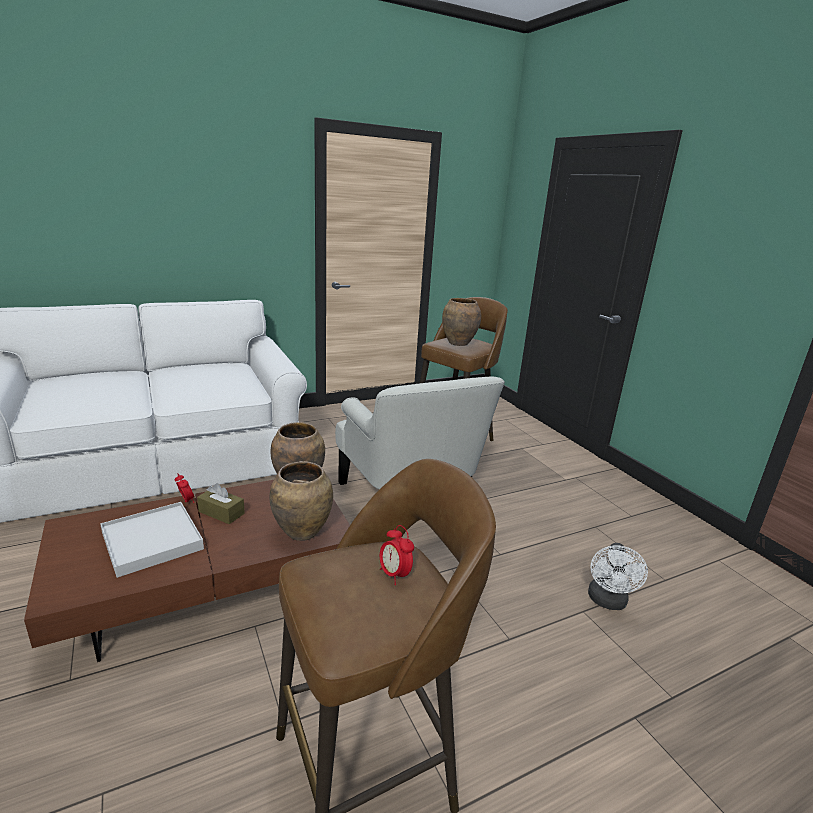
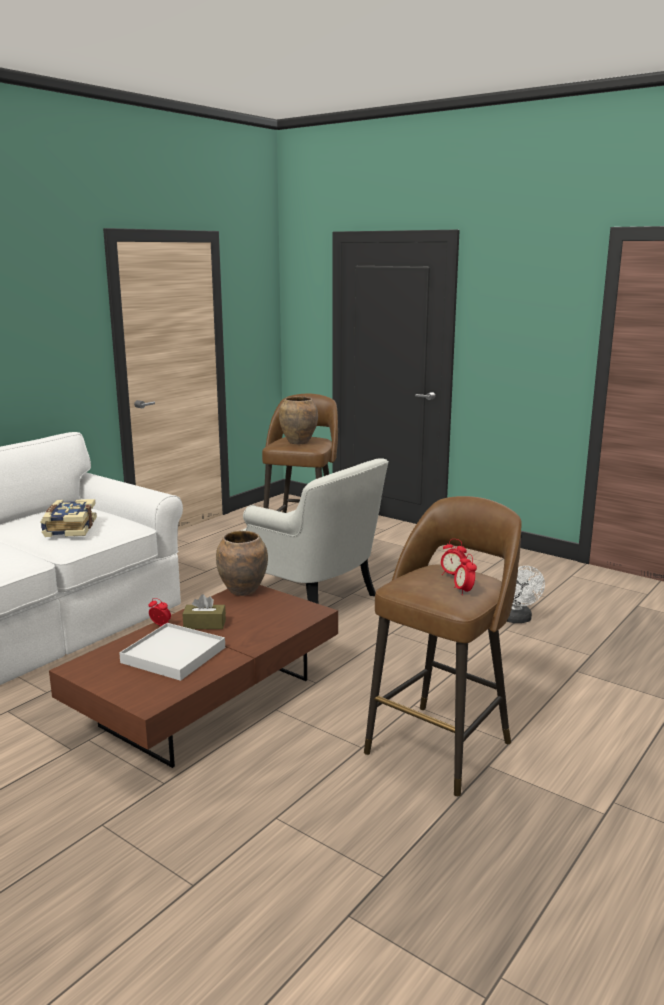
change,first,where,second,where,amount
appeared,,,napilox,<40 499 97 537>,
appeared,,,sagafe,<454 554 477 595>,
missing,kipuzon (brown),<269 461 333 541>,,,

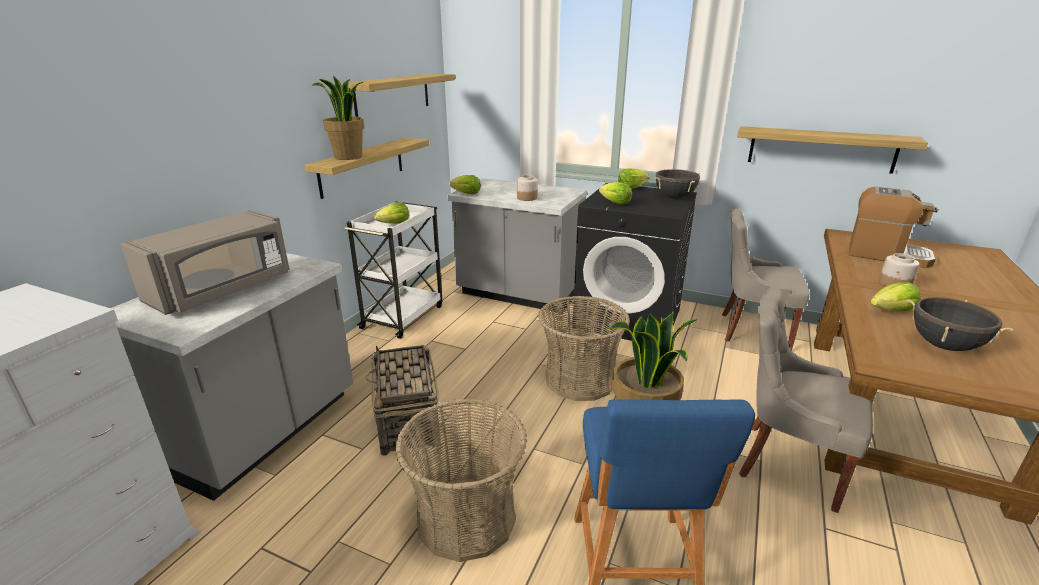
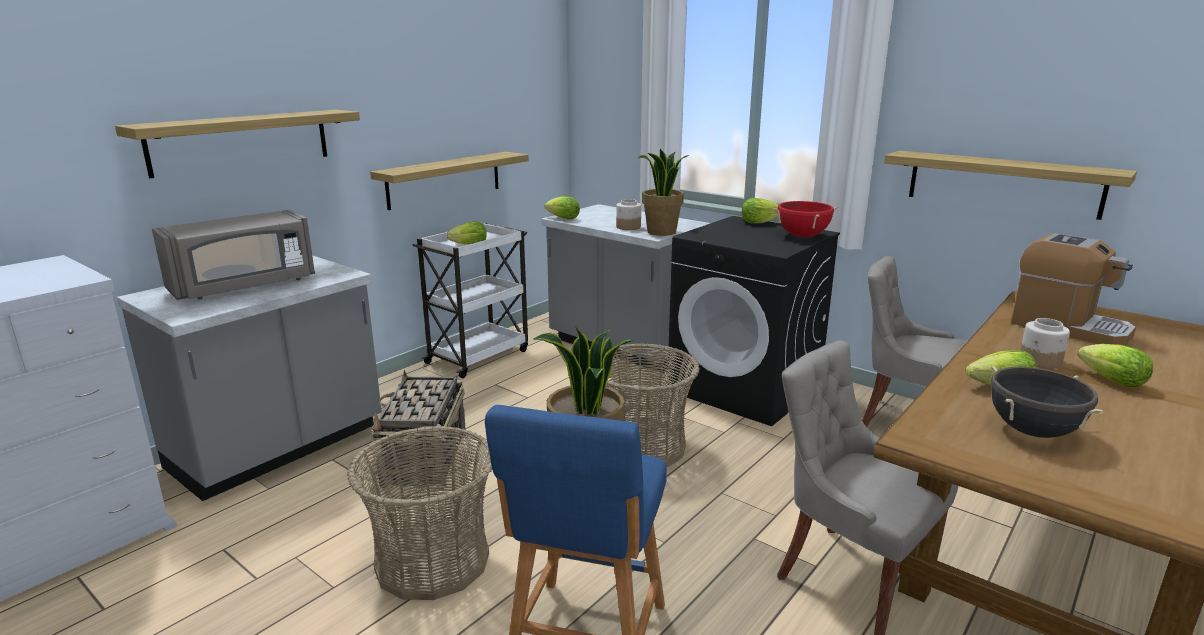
change,first,where,second,where,amount
relocated,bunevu,<342 74 455 117>,,<115 110 360 178>,
relocated,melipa,<311 76 364 160>,,<638 149 689 236>,
colour,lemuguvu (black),<655 169 700 199>,lemuguvu (red),<773 201 839 237>,
relocated,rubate,<599 182 632 205>,,<1078 344 1153 387>,

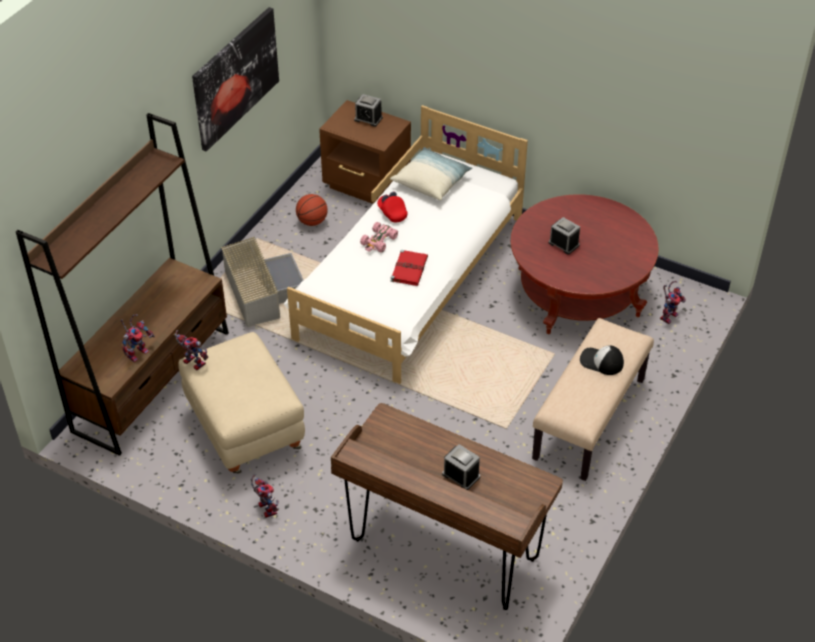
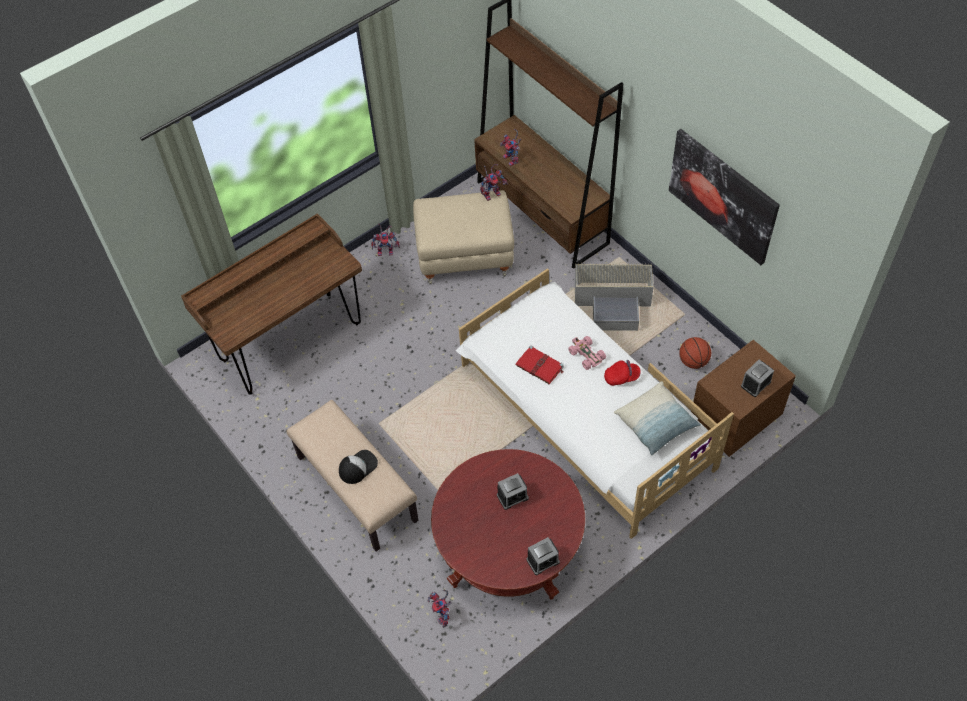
change,first,where,second,where,amount
relocated,sagafe,<442 444 480 490>,,<527 537 560 575>,

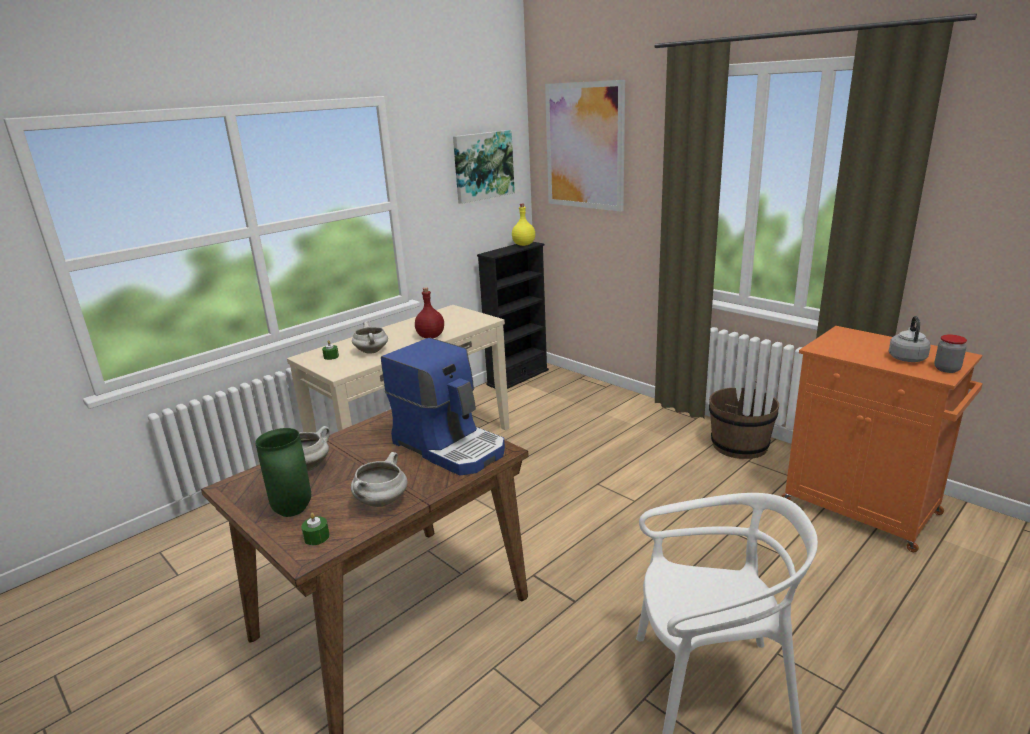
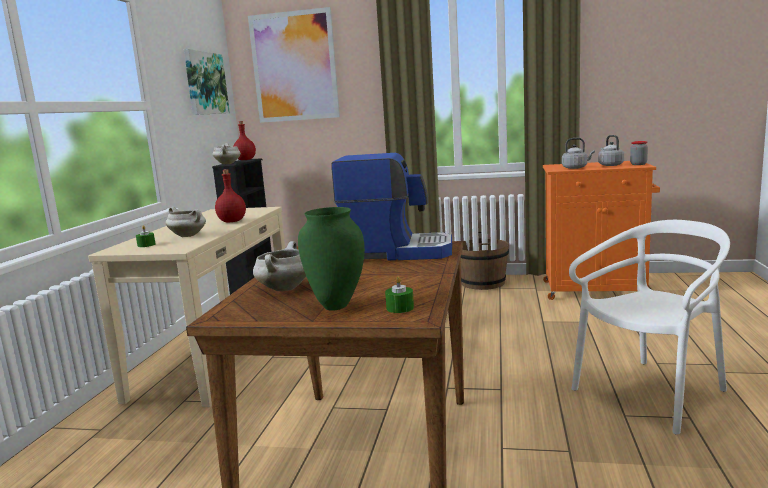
change,first,where,second,where,amount
relocated,lemuguvu (white),<351 452 408 507>,,<212 143 241 164>,
colour,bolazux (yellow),<512 204 535 246>,bolazux (red),<233 121 256 160>,
appeared,,,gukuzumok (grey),<562 138 595 169>,

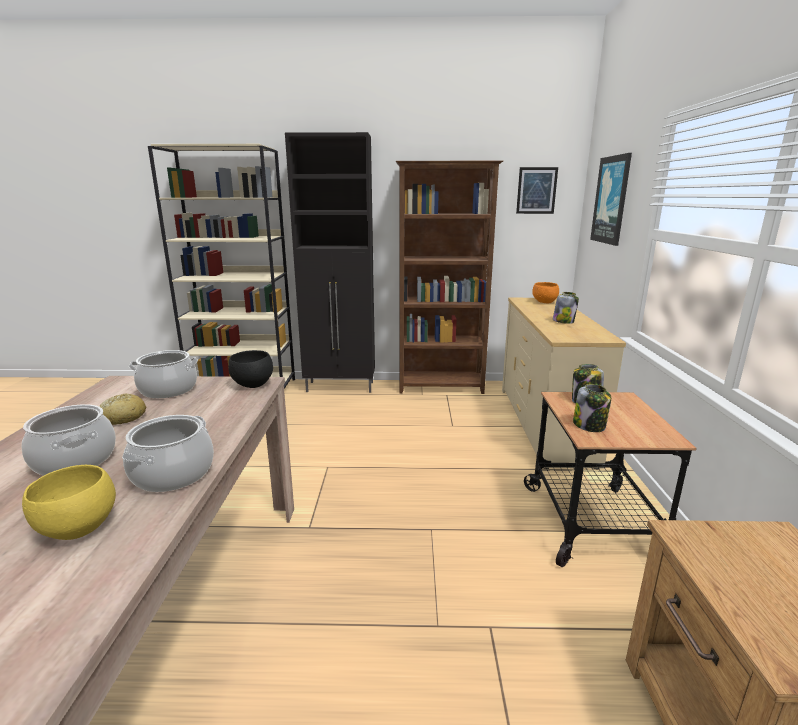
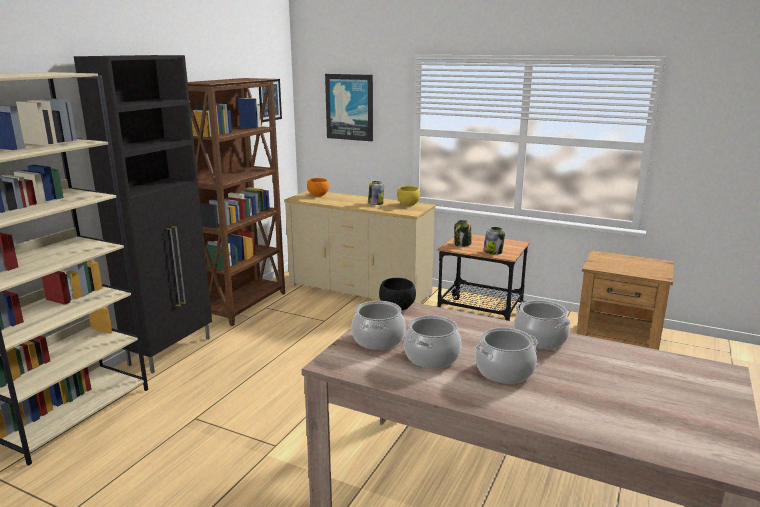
change,first,where,second,where,amount
relocated,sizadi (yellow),<22 465 116 540>,,<397 186 420 206>,
exchanged,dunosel,<99 394 146 425>,lemuguvu,<404 315 461 368>,

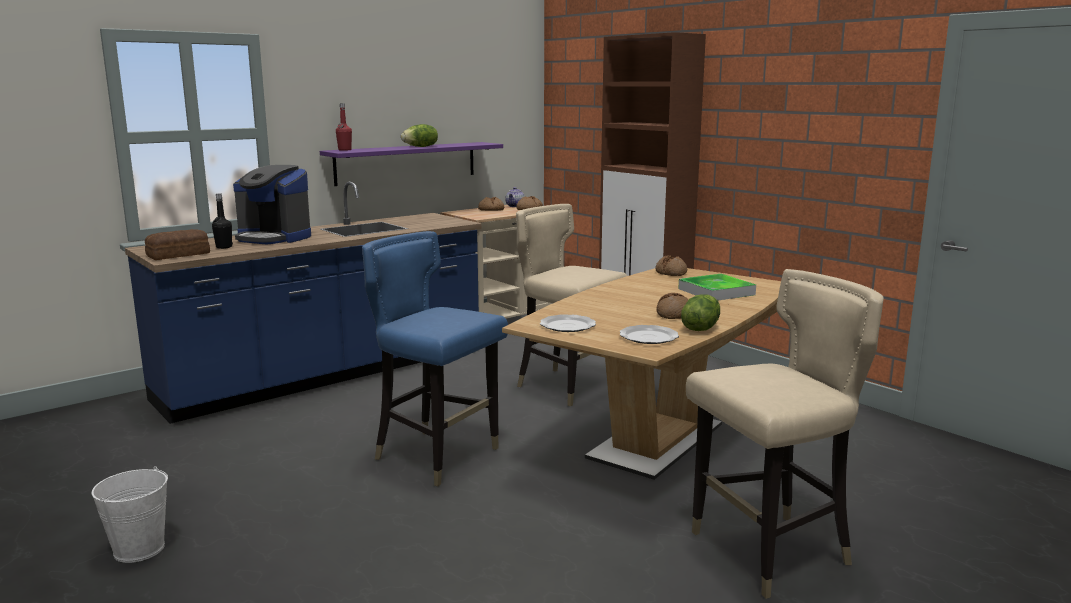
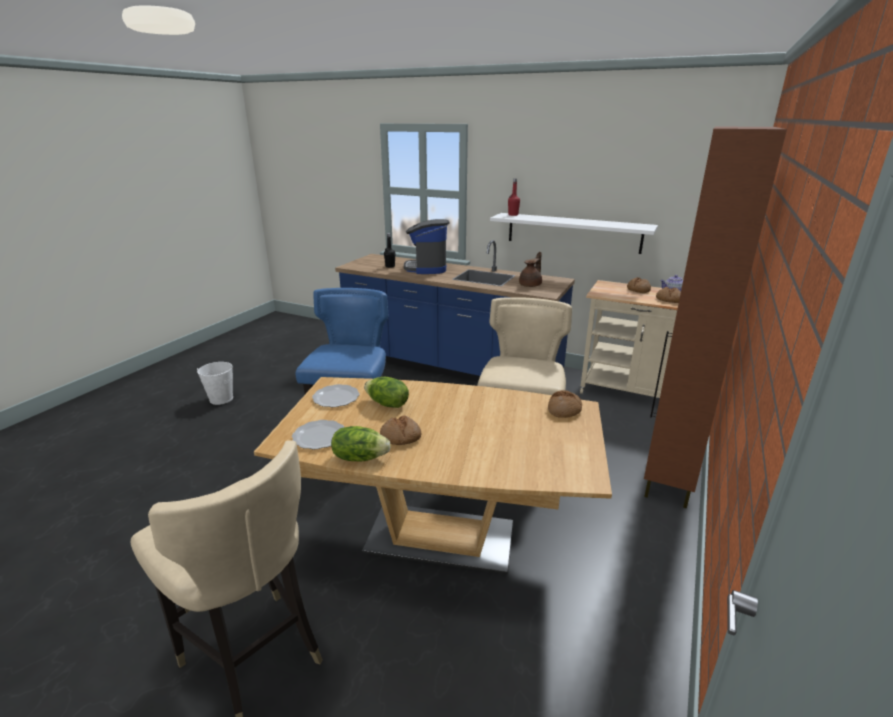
change,first,where,second,where,amount
relocated,rubate,<401 124 438 147>,,<364 377 409 408>,
colour,bunevu (purple),<320 142 503 186>,bunevu (white),<490 213 658 254>,
appeared,,,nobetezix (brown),<519 252 542 287>,
missing,dunosel,<145 229 210 260>,,,
missing,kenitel,<678 274 756 300>,,,

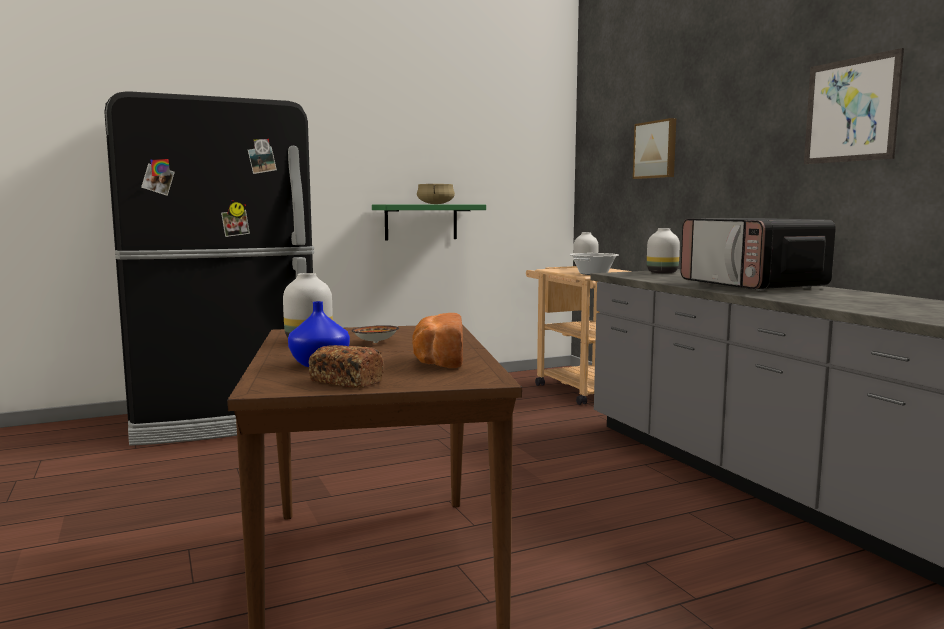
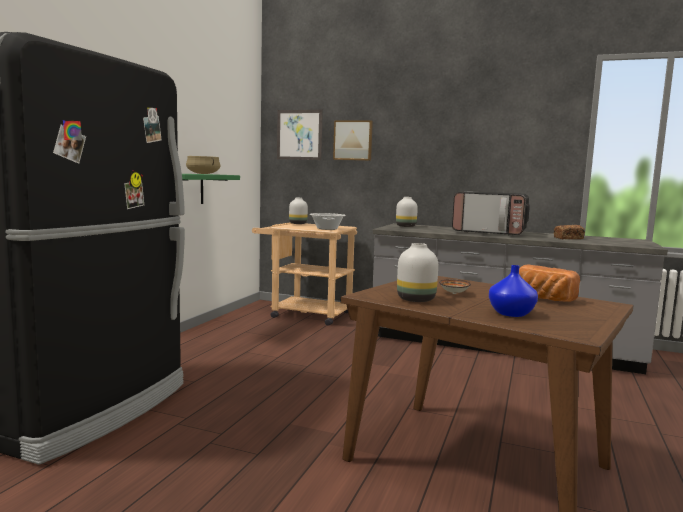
change,first,where,second,where,amount
relocated,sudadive,<804 48 904 164>,,<277 110 323 160>,
relocated,dunosel,<309 345 384 388>,,<554 225 585 239>,

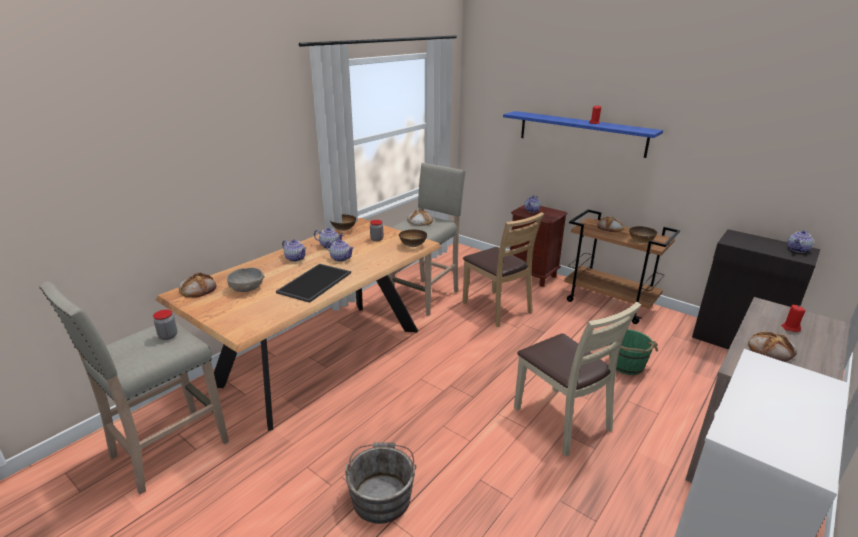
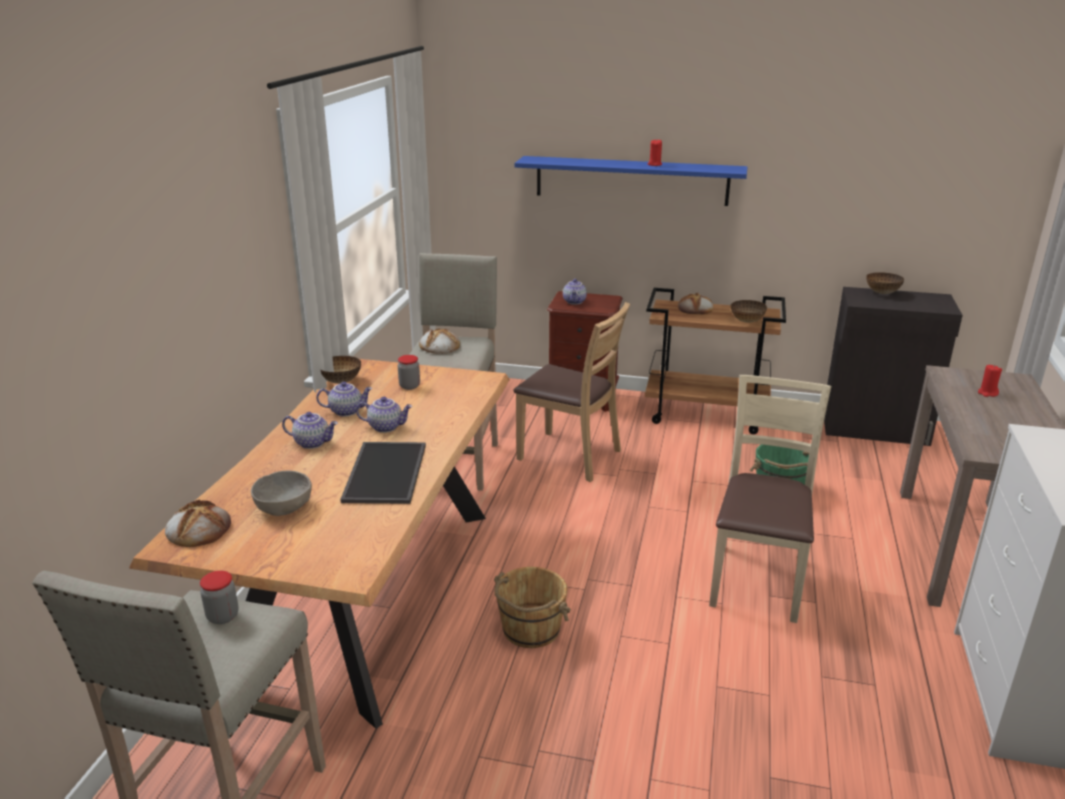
change,first,where,second,where,amount
appeared,,,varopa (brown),<494 567 571 648>,
spun,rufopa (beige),<514 302 641 457>,,<709 375 832 623>,105 degrees counterclockwise
relocated,sizadi,<398 229 427 247>,,<866 272 904 294>,
missing,varopa (grey),<345 442 416 524>,,,
missing,dunosel,<748 332 797 362>,,,
missing,nobetezix,<787 230 814 253>,,,

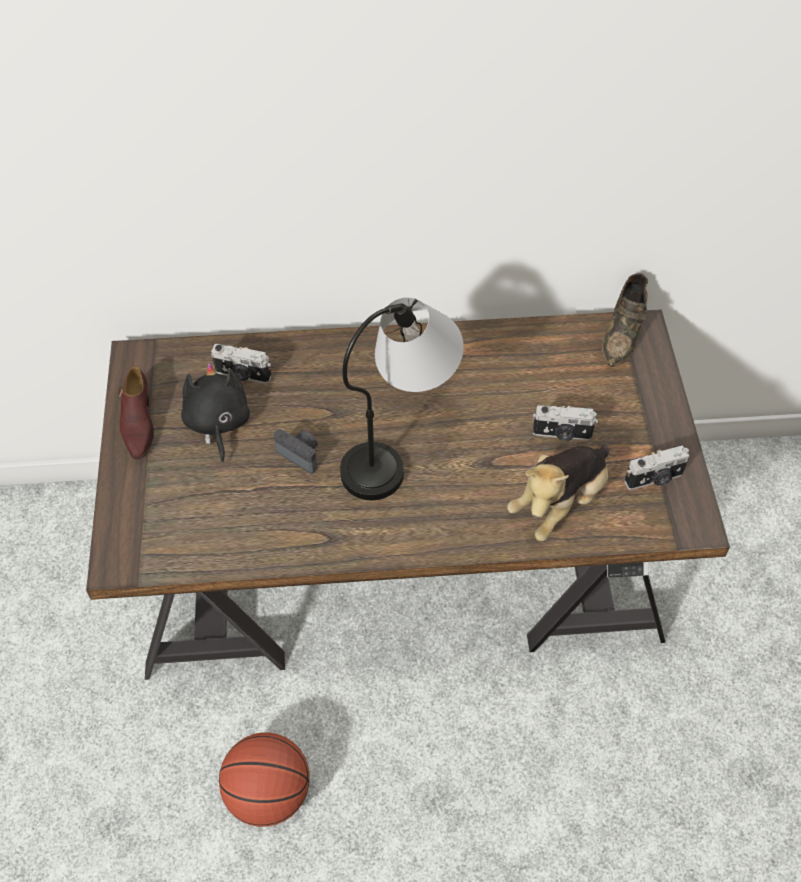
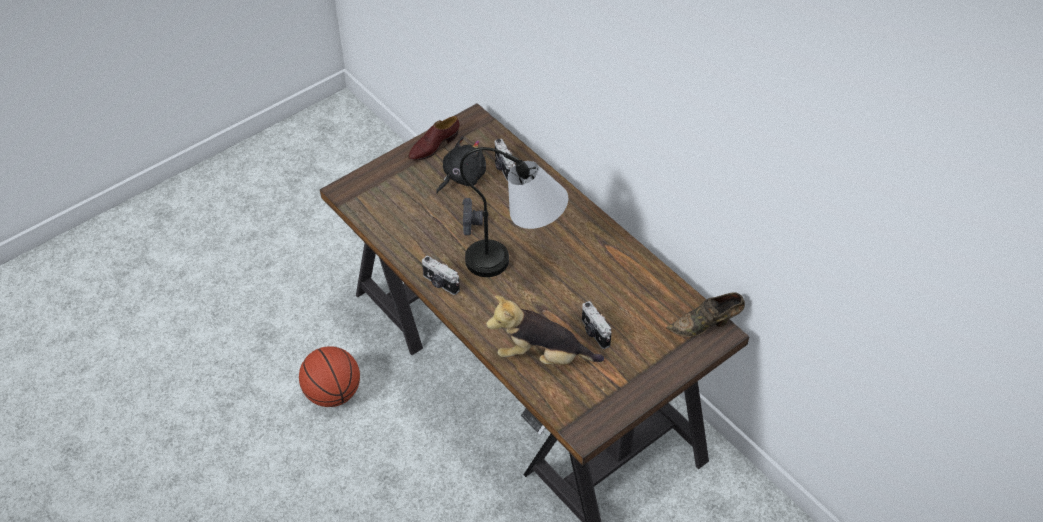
change,first,where,second,where,amount
relocated,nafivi,<624 445 689 490>,,<422 256 460 295>,

